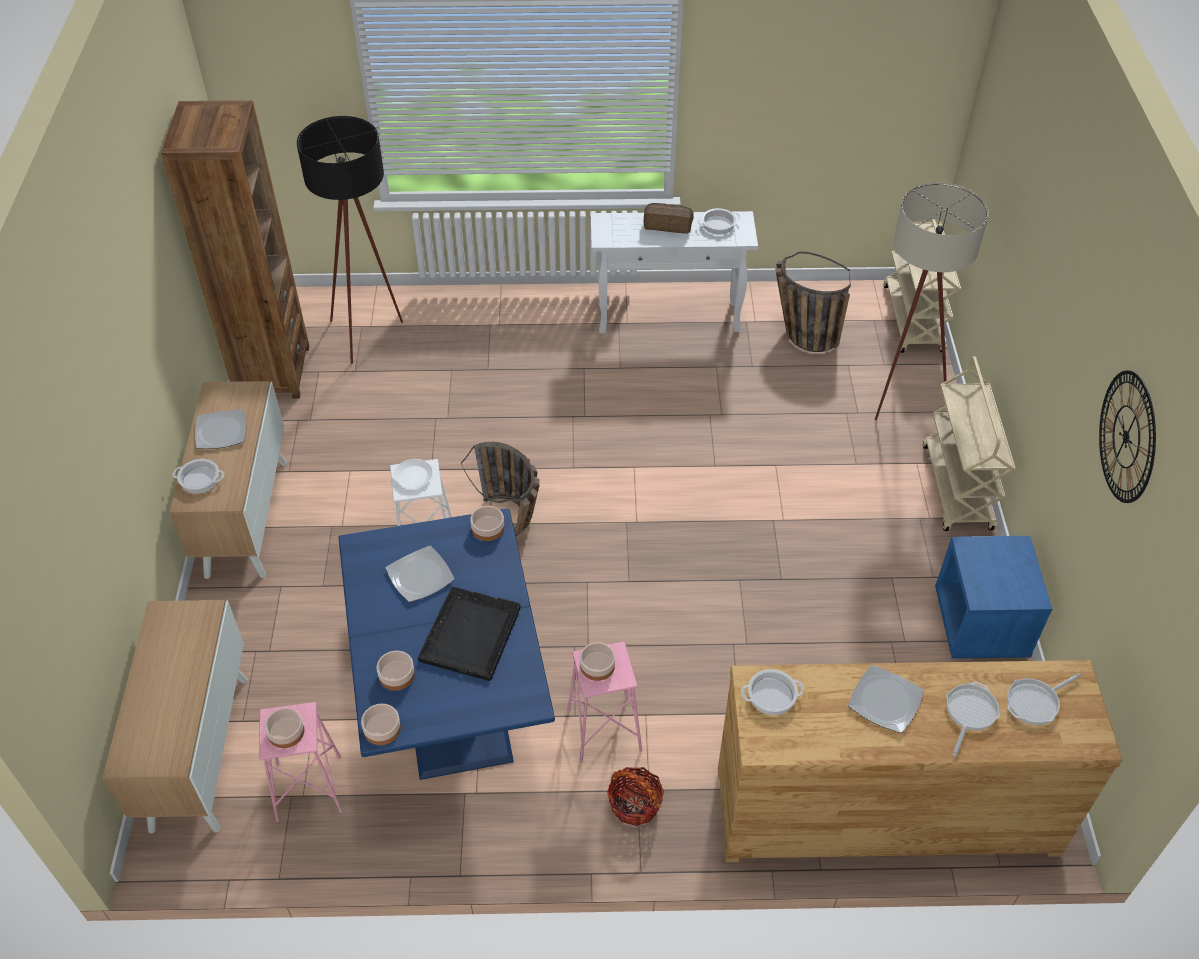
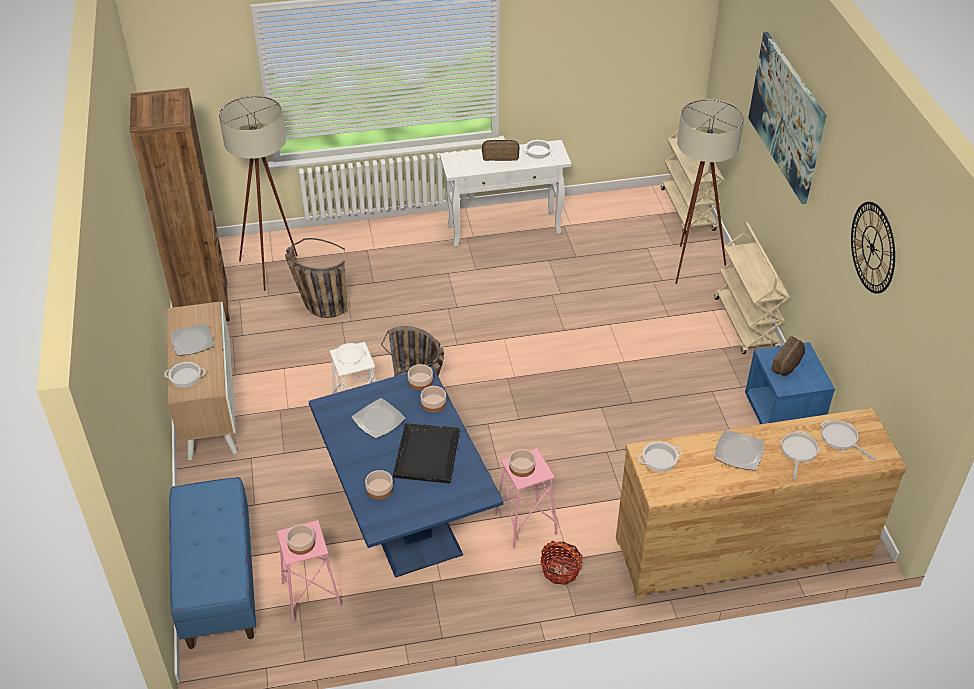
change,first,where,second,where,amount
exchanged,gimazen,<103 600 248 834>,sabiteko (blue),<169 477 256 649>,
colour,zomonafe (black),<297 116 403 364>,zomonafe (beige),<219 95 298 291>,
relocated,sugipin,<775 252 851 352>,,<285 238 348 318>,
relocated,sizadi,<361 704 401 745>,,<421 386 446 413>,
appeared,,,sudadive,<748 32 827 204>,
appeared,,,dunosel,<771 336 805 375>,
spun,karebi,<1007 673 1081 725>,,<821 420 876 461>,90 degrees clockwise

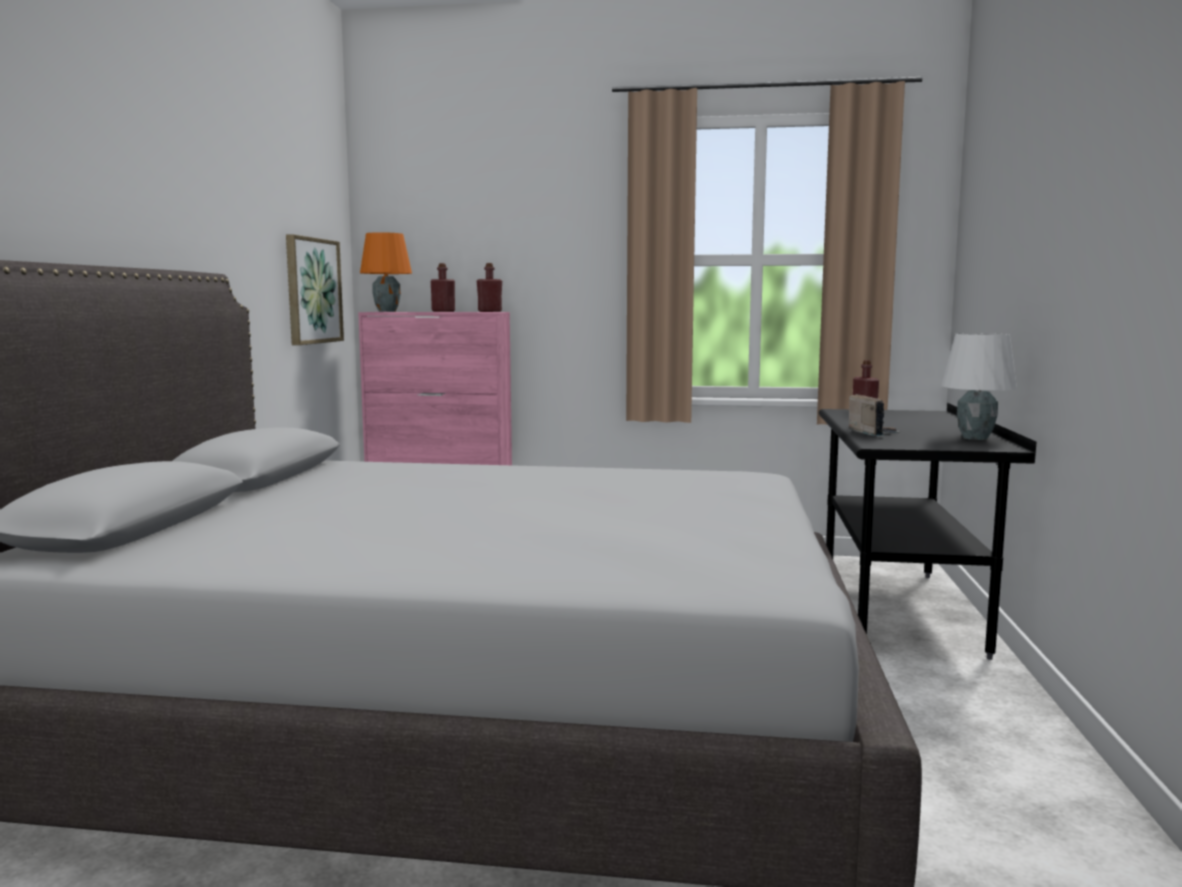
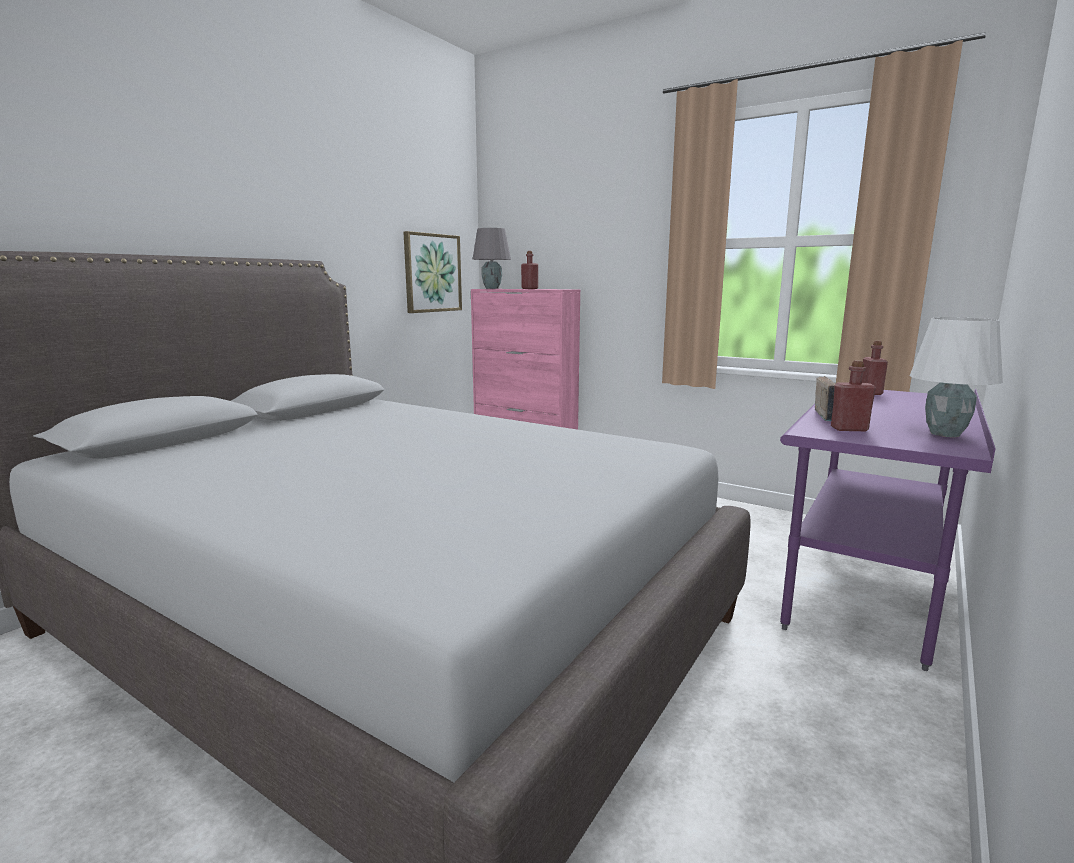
change,first,where,second,where,amount
colour,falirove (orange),<360 232 412 312>,falirove (grey),<473 228 511 289>,
colour,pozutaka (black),<819 403 1037 660>,pozutaka (purple),<780 389 996 671>,
relocated,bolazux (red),<477 263 502 312>,,<831 360 876 431>,

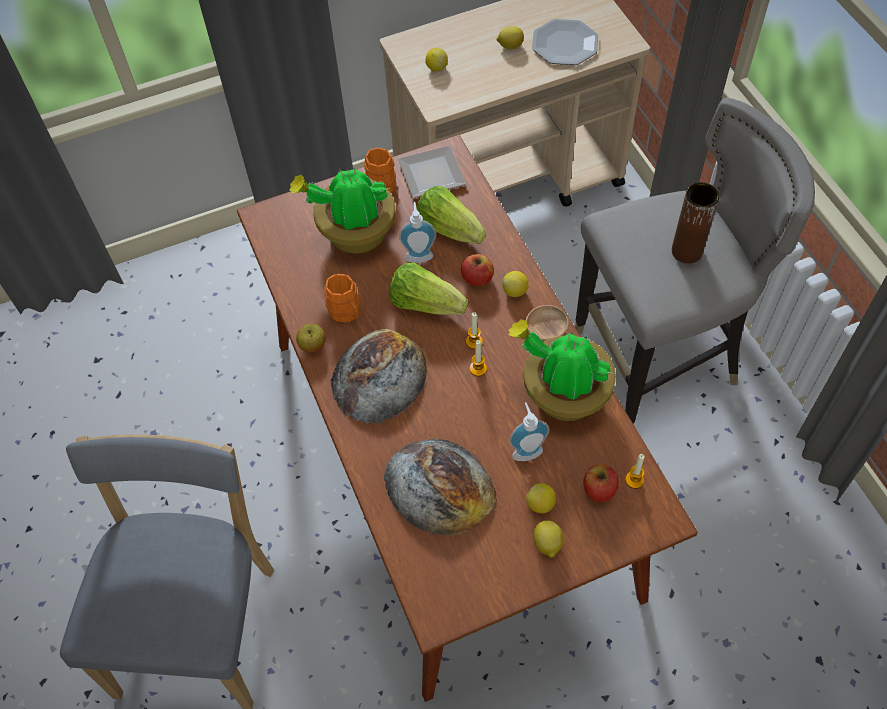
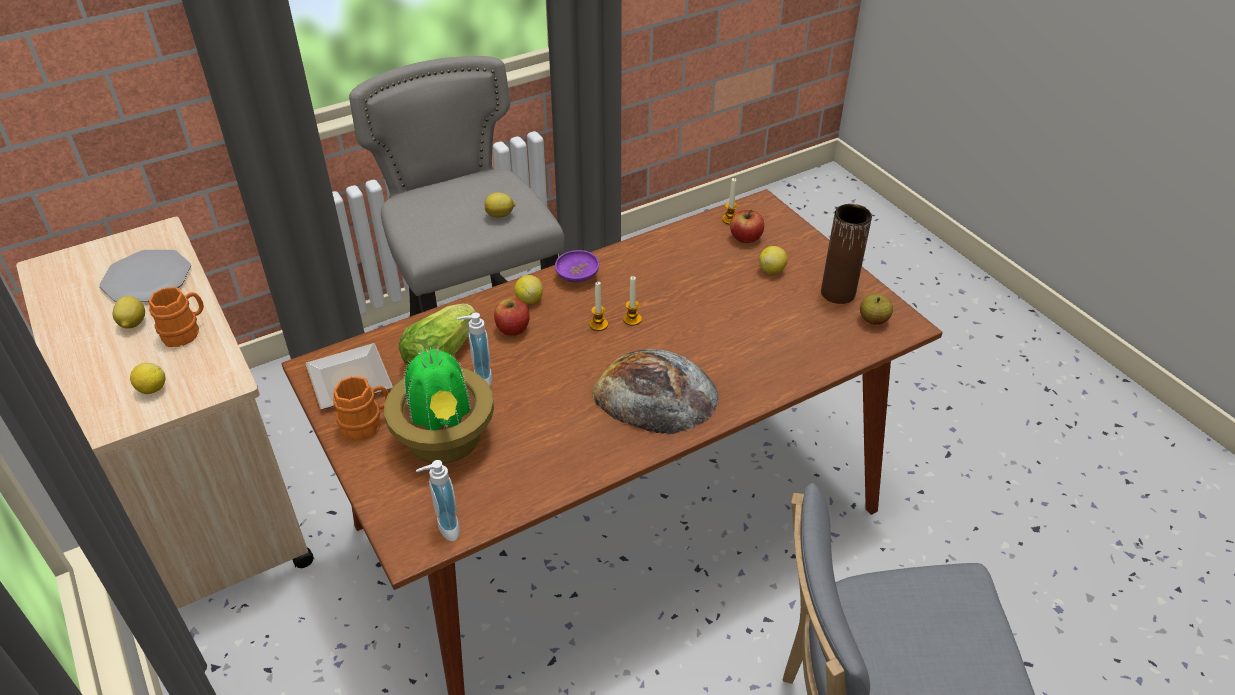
change,first,where,second,where,amount
relocated,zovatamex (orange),<324 274 360 322>,,<149 287 204 347>,
relocated,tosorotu,<509 402 550 461>,,<416 460 460 541>,
relocated,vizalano,<533 520 563 558>,,<485 193 515 218>,
colour,sizadi (brown),<526 305 569 341>,sizadi (purple),<555 250 599 282>,
relocated,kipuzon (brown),<672 182 719 263>,,<821 204 872 304>,
relocated,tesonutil,<296 324 326 353>,,<860 294 893 325>,
missing,dunosel,<384 439 497 536>,,,
missing,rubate,<389 263 468 315>,,,
missing,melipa,<508 319 616 421>,,,

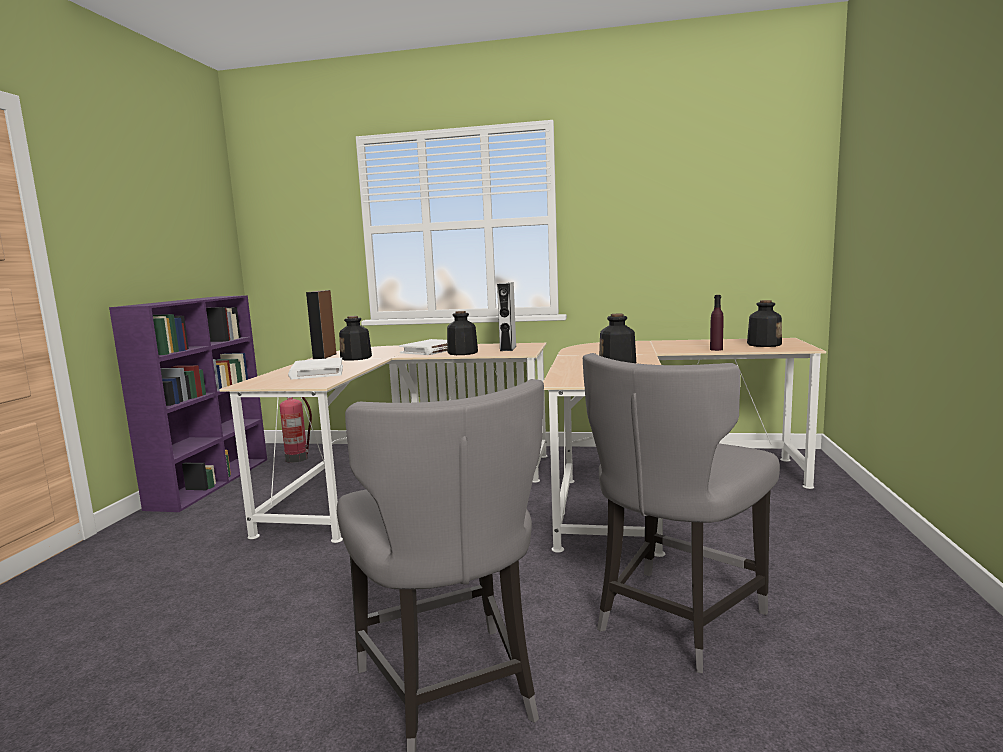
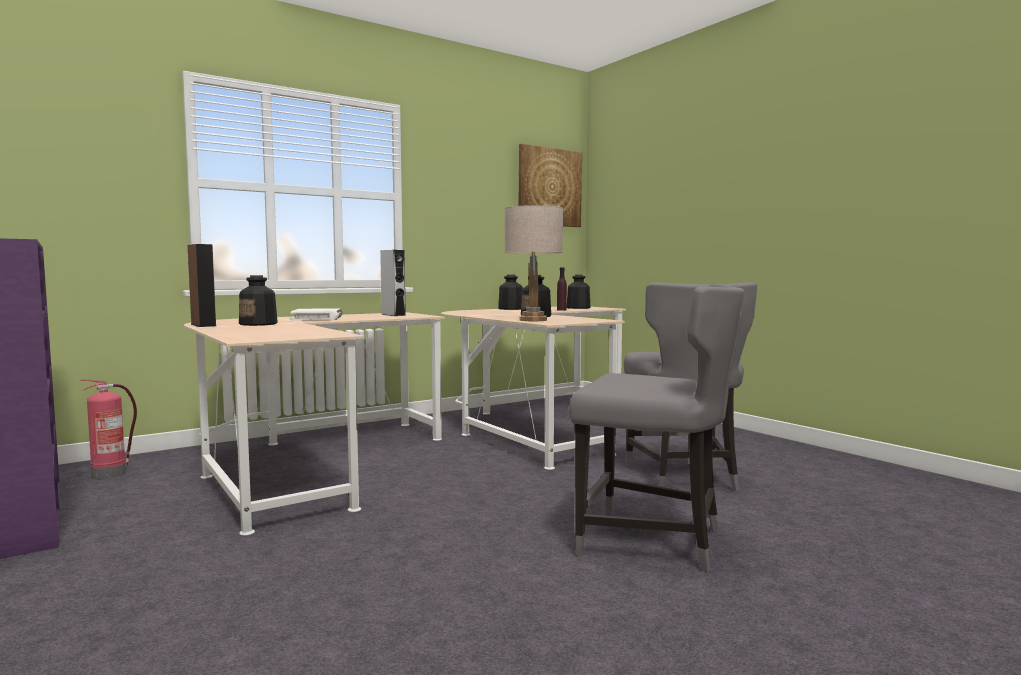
change,first,where,second,where,amount
relocated,bolazux,<447 311 478 355>,,<498 275 523 310>,
appeared,,,falirove (beige),<504 205 563 321>,
appeared,,,sudadive,<518 144 582 227>,
missing,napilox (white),<288 357 343 379>,,,

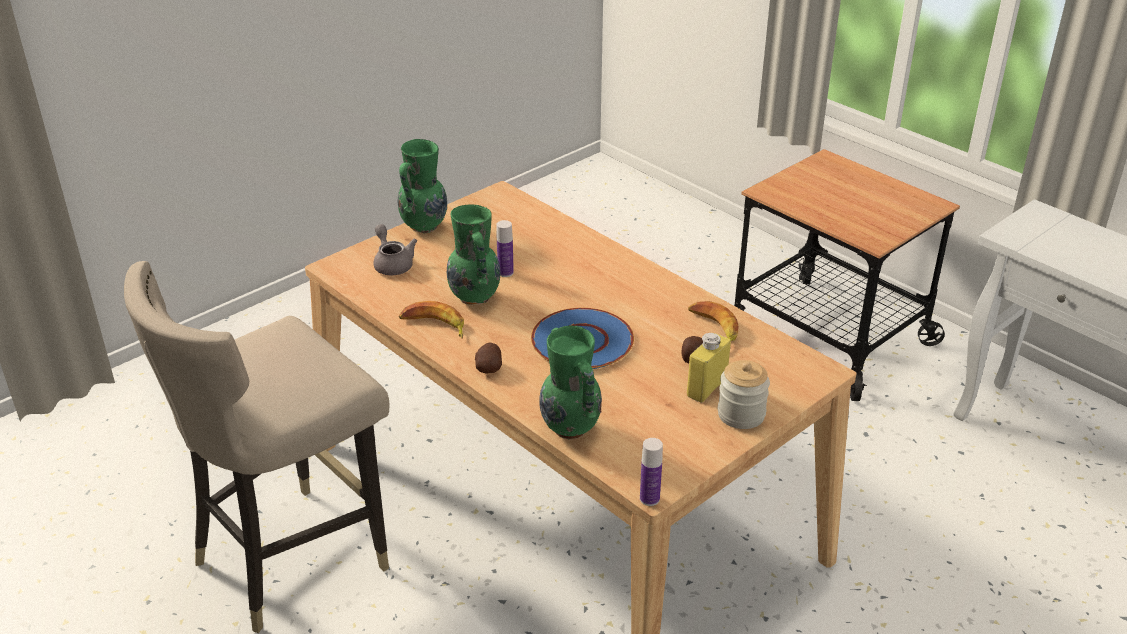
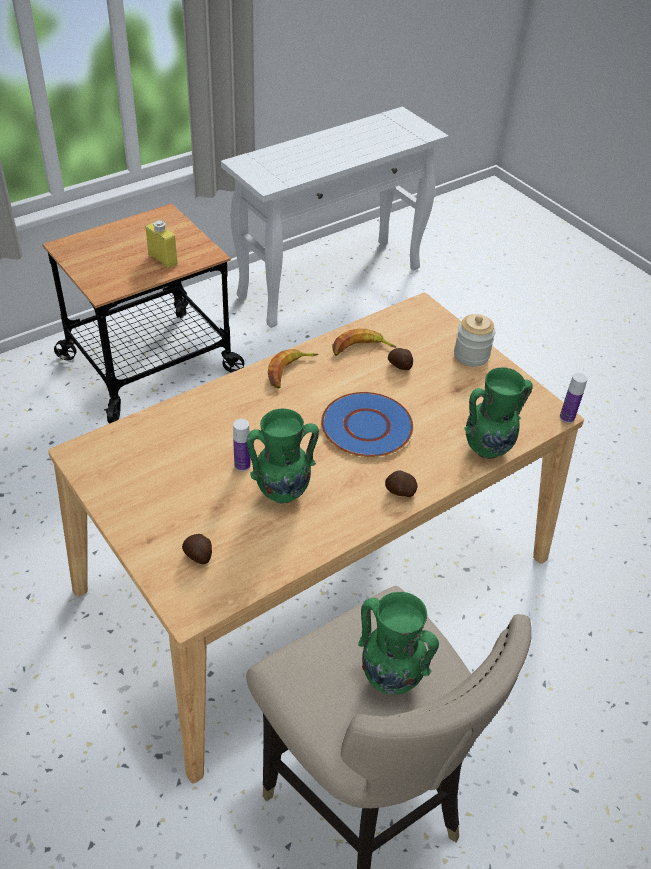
change,first,where,second,where,amount
relocated,bolazux (yellow),<687 333 731 403>,,<146 220 178 268>,
exchanged,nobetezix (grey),<373 224 417 275>,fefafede,<182 534 212 564>,
relocated,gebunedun,<399 301 464 339>,,<268 349 319 389>,
relocated,kipuzon (green),<398 139 447 233>,,<358 592 439 695>,

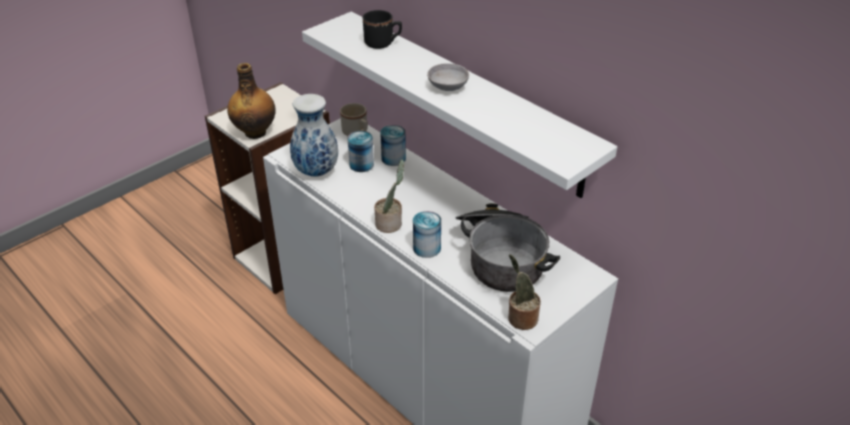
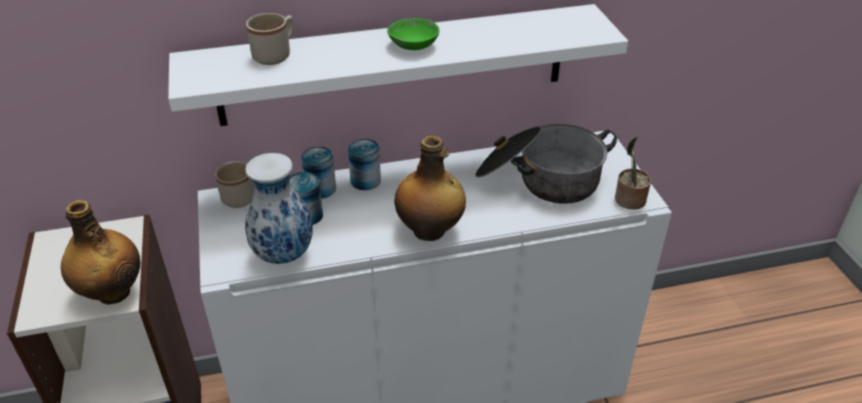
change,first,where,second,where,amount
colour,zovatamex (black),<363 10 402 49>,zovatamex (beige),<246 13 294 65>,
relocated,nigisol,<413 211 441 258>,,<348 139 381 190>,
colour,sizadi (grey),<427 64 469 91>,sizadi (green),<387 18 440 50>,
exchanged,melipa,<374 160 404 233>,bolazux,<394 135 466 241>,

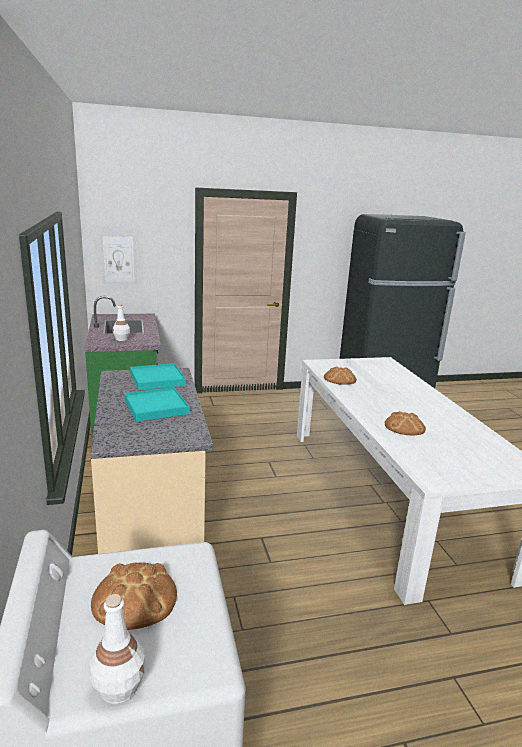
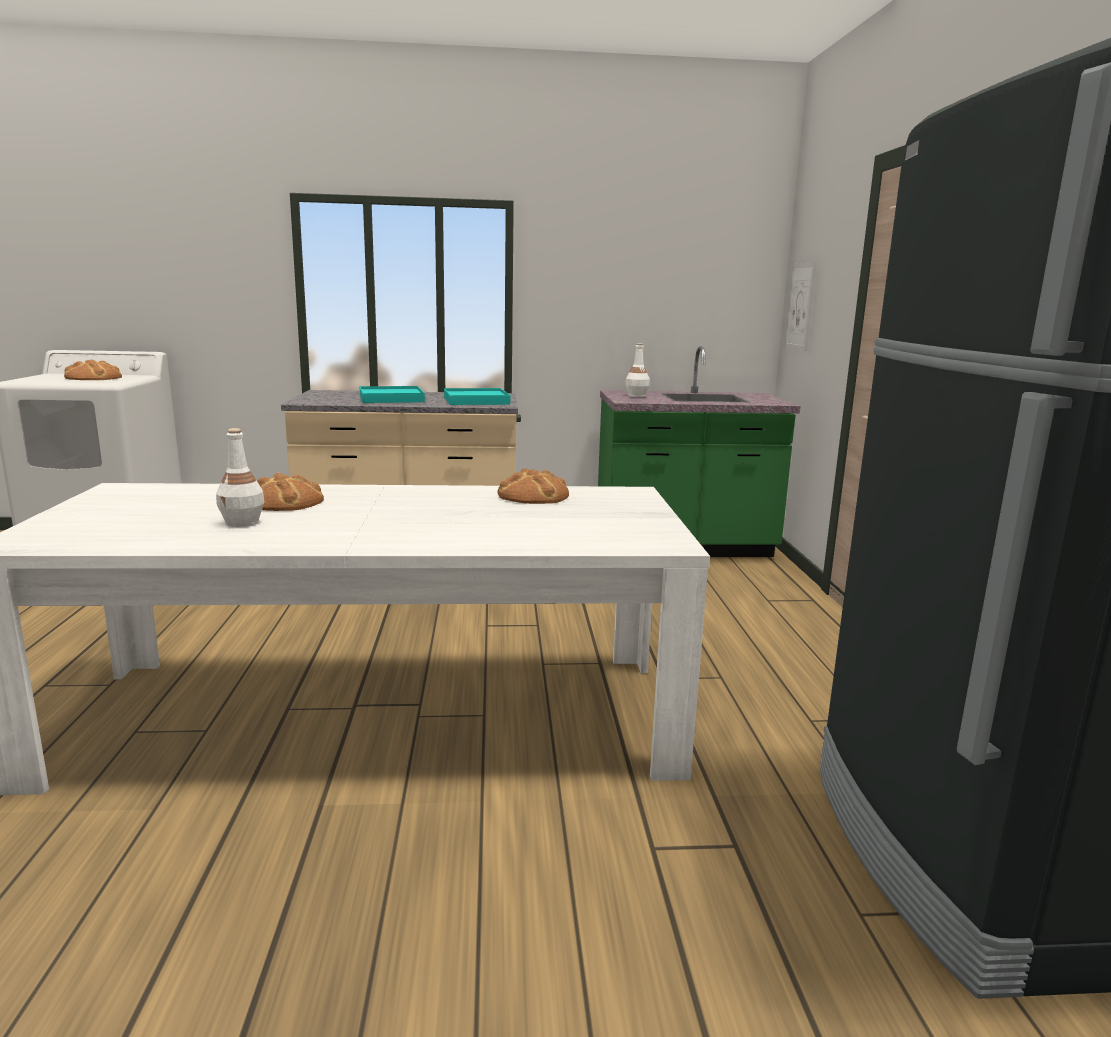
change,first,where,second,where,amount
relocated,bolazux (white),<90 594 146 704>,,<216 428 264 527>,

